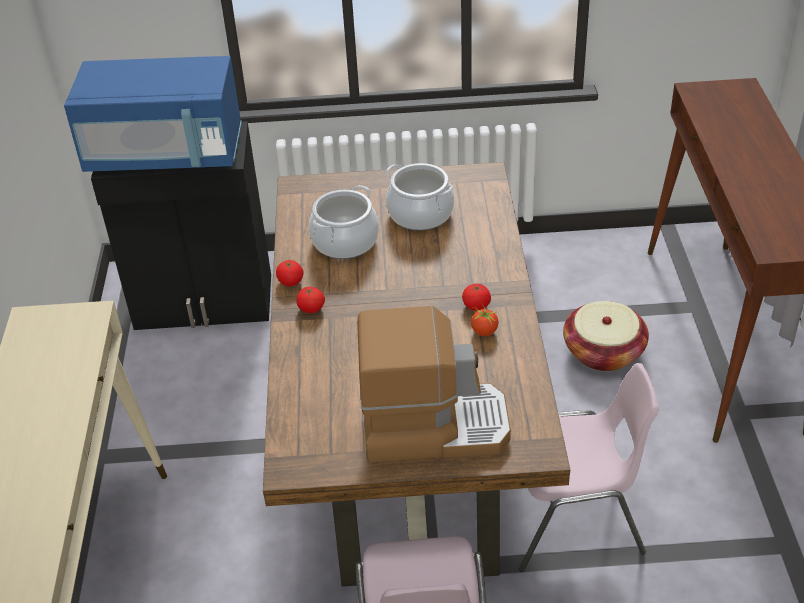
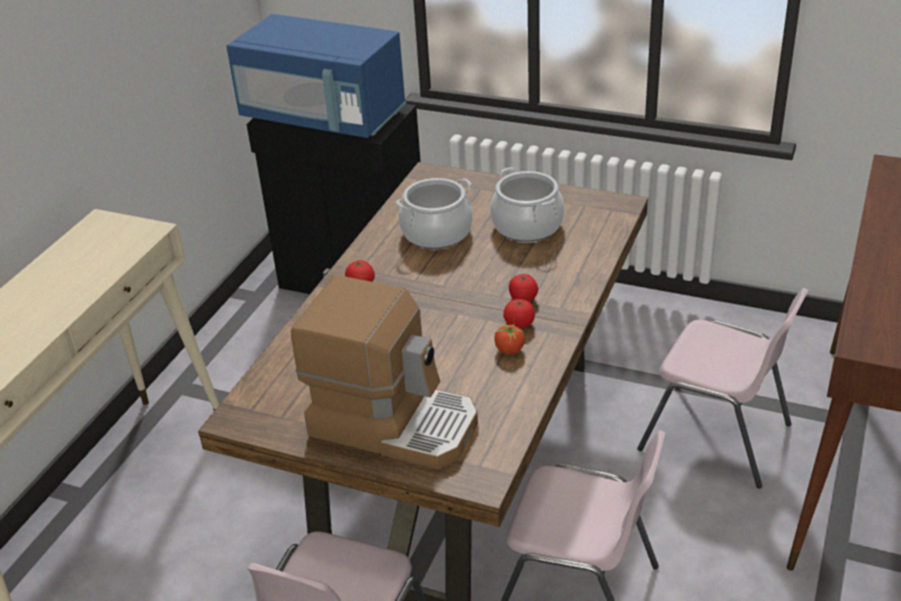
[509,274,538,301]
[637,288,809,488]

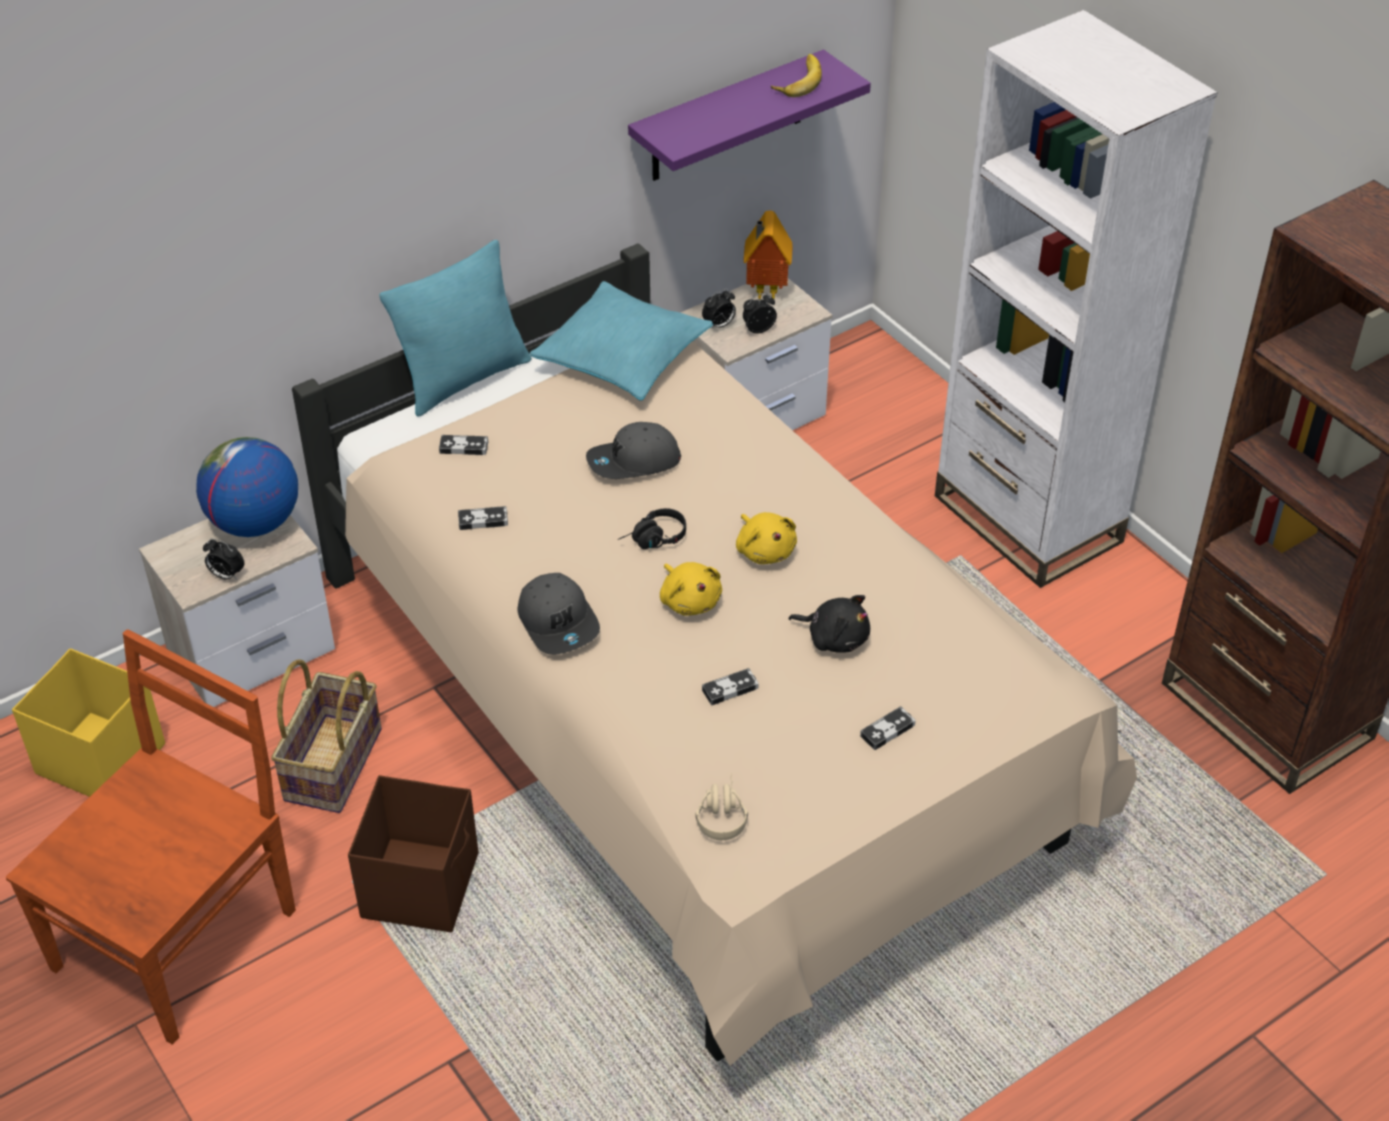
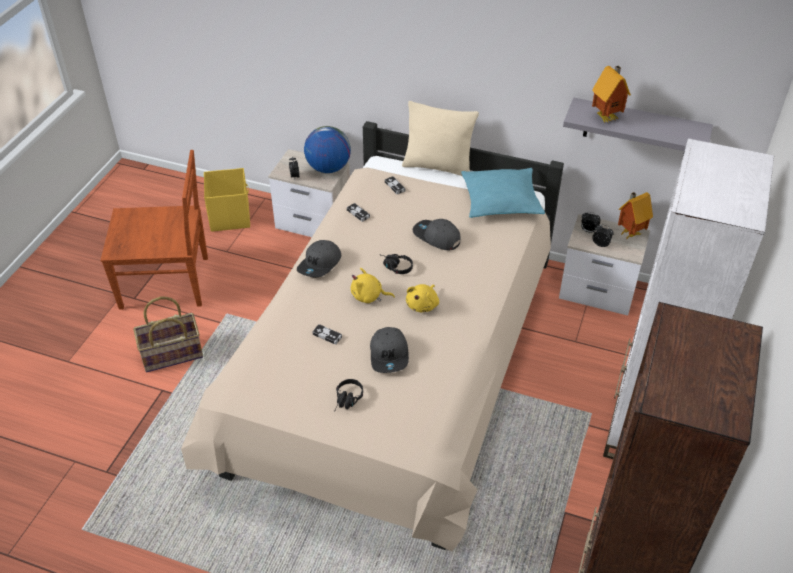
[348,775,478,933] (first image)
[695,773,748,840] (first image)
[771,54,822,97] (first image)
[592,65,631,123]
[133,297,203,372]
[370,327,409,373]
[334,379,363,412]
[402,101,479,176]
[563,98,713,155]
[351,268,395,303]

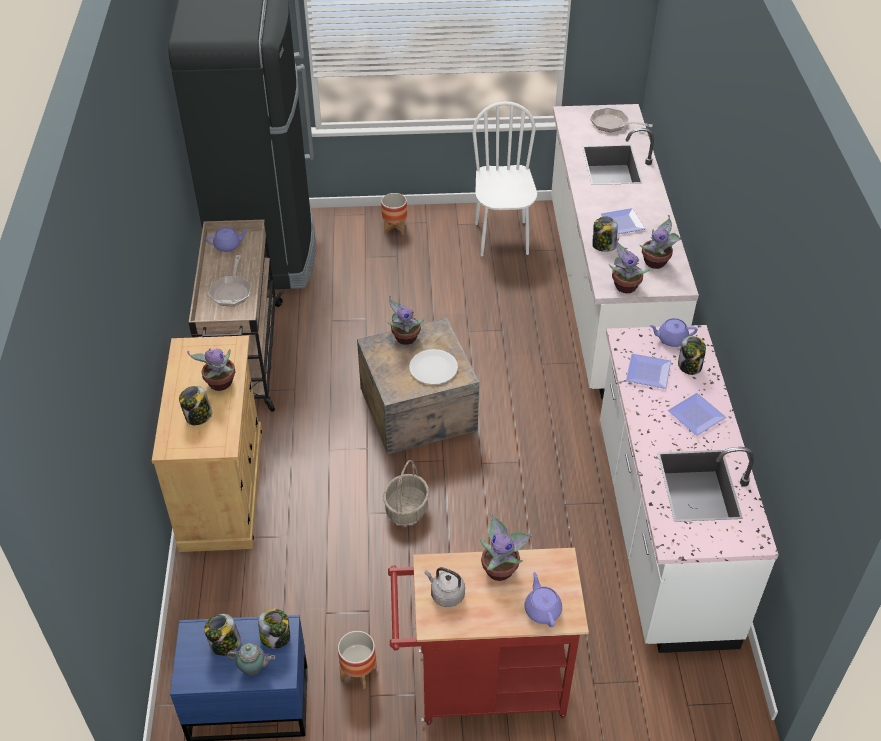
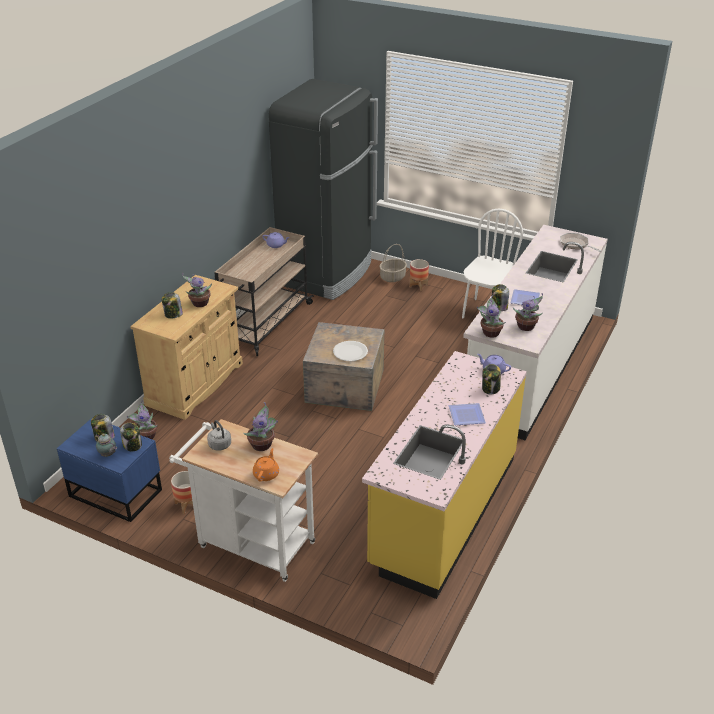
[208,255,252,306] (first image)
[626,353,671,389] (first image)
[379,244,407,282]
[127,400,158,439]
[169,419,318,582]
[253,448,279,481]
[362,351,527,599]

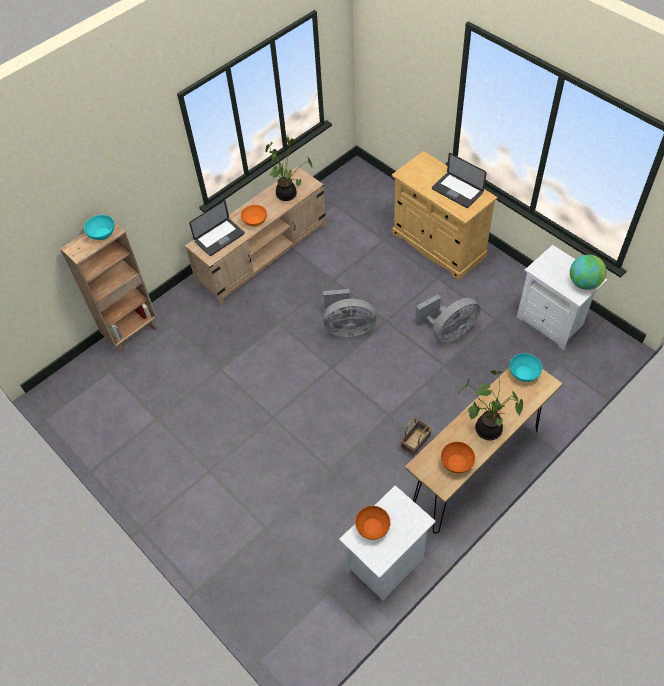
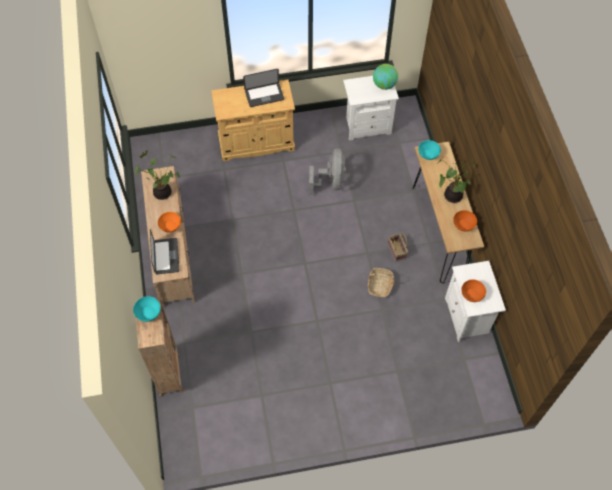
[323,289,377,337] (first image)
[368,268,395,297]

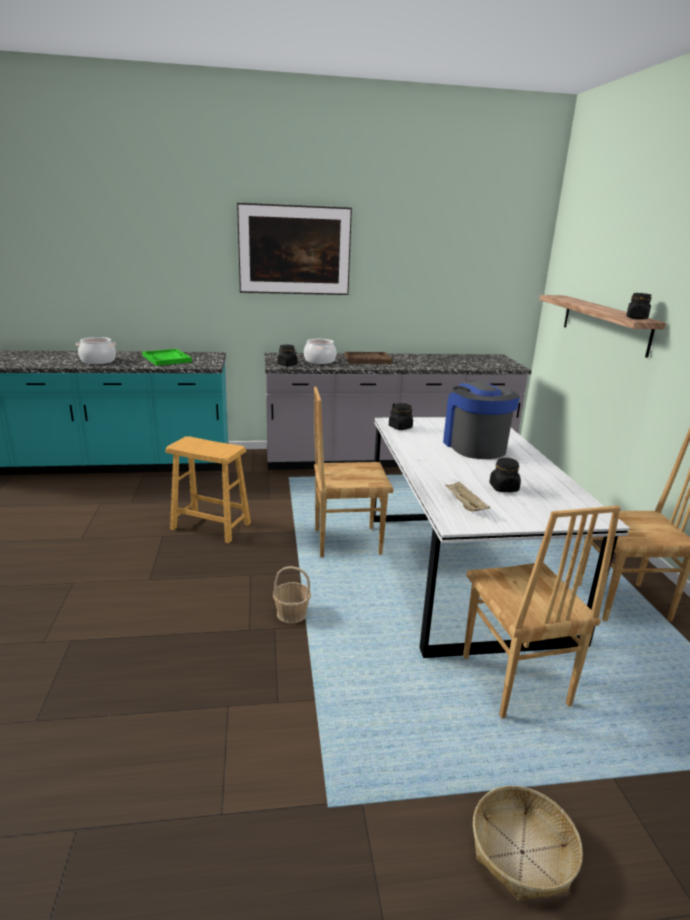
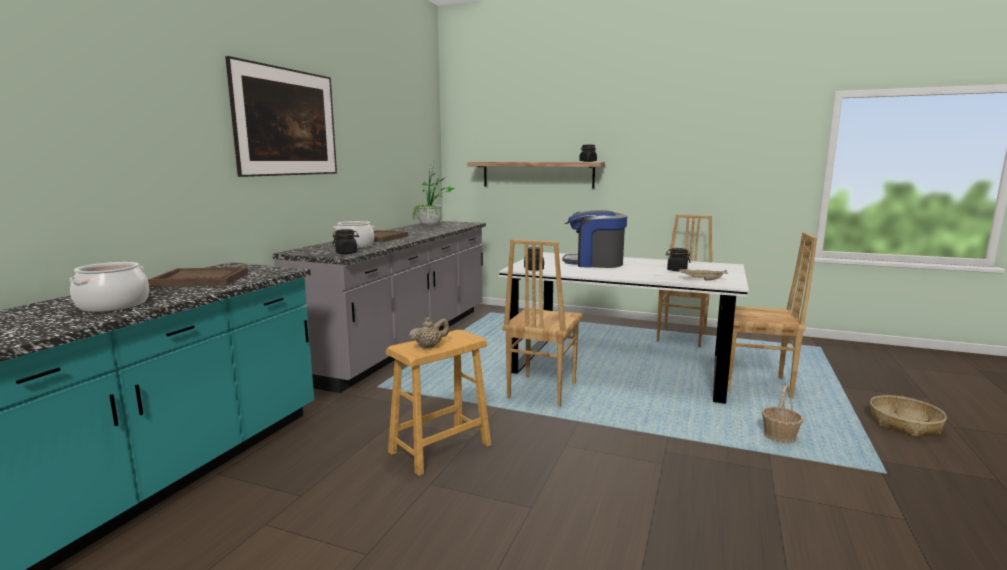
[409,317,449,349]
[412,162,455,226]
[762,385,803,444]
[148,267,248,287]

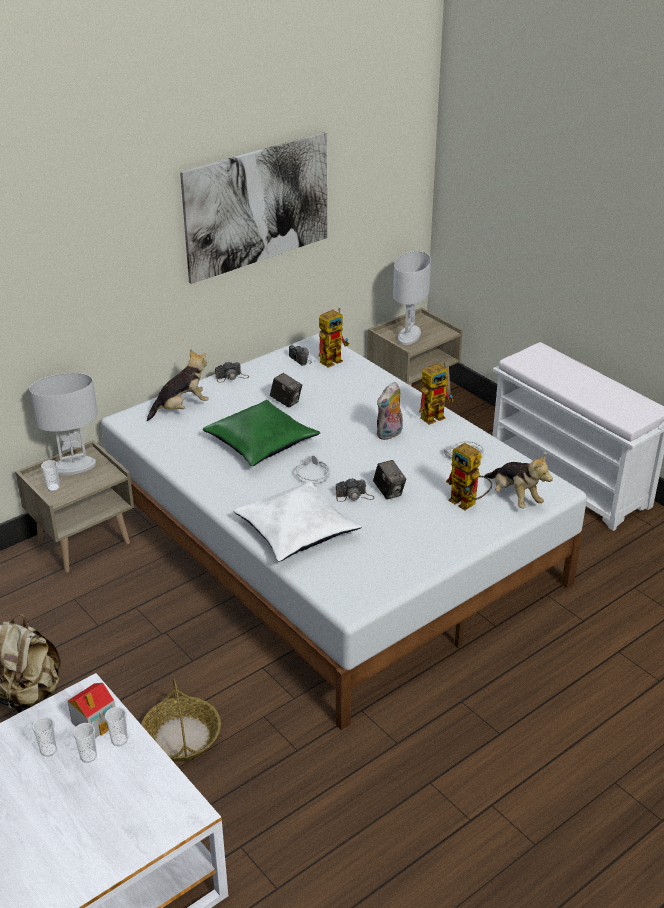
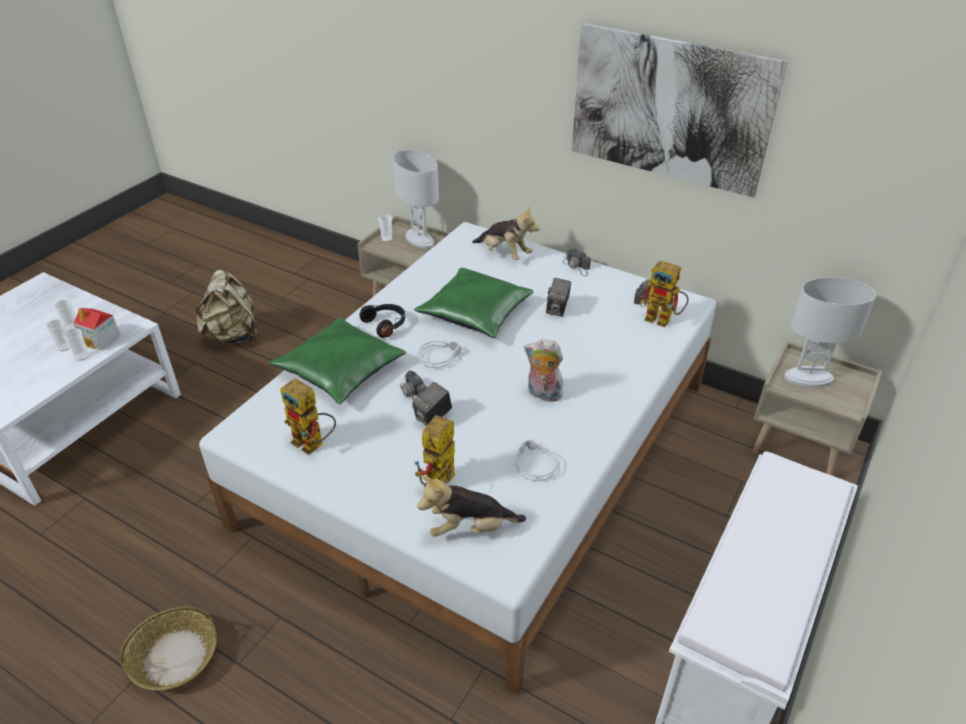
[359,304,405,338]
[120,607,217,691]
[280,378,336,455]
[269,318,406,404]
[418,476,526,536]

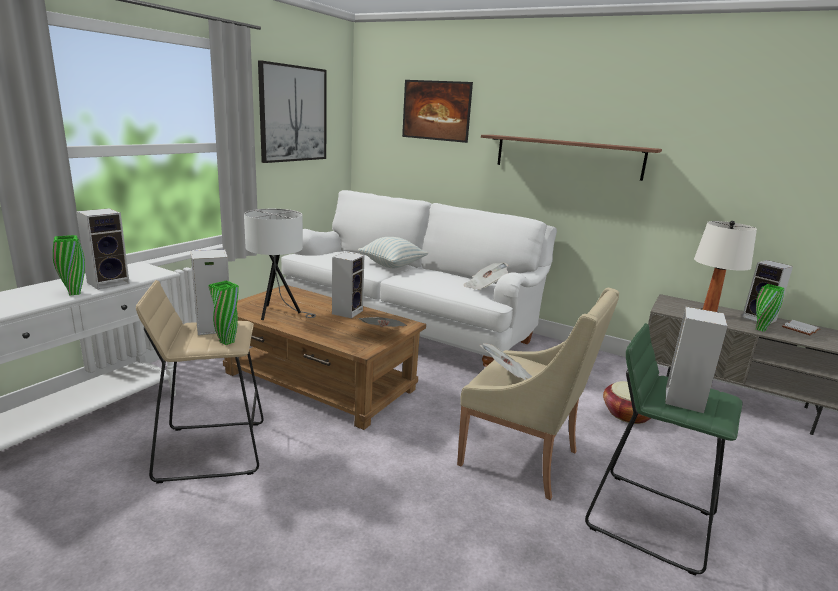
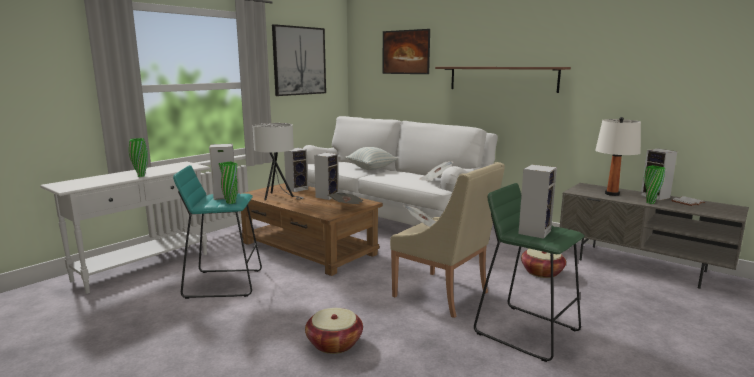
[305,308,363,354]
[284,148,308,192]
[173,165,262,299]

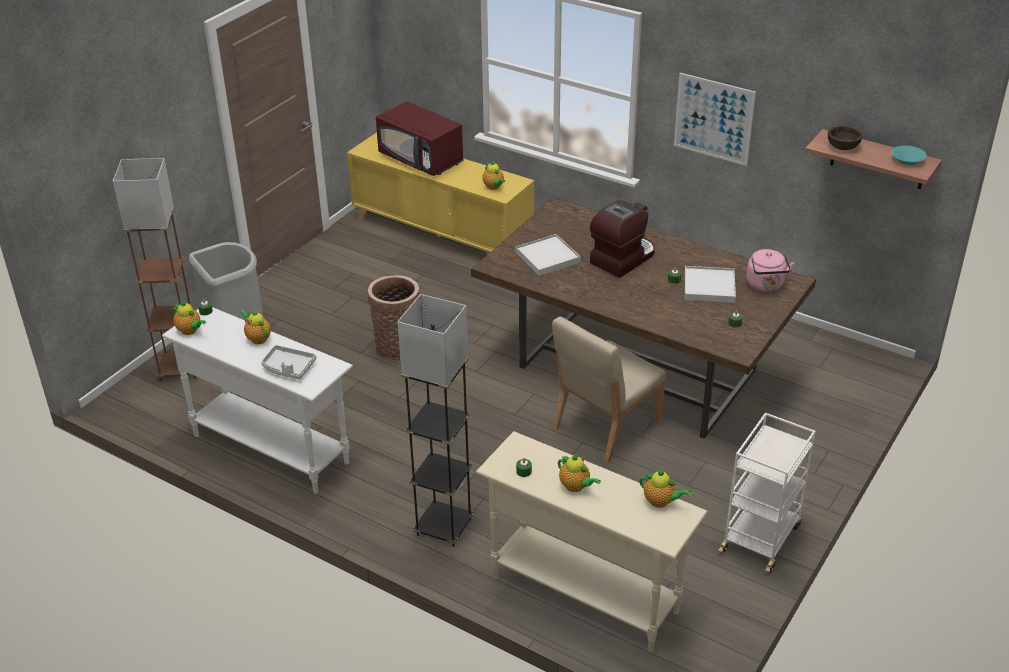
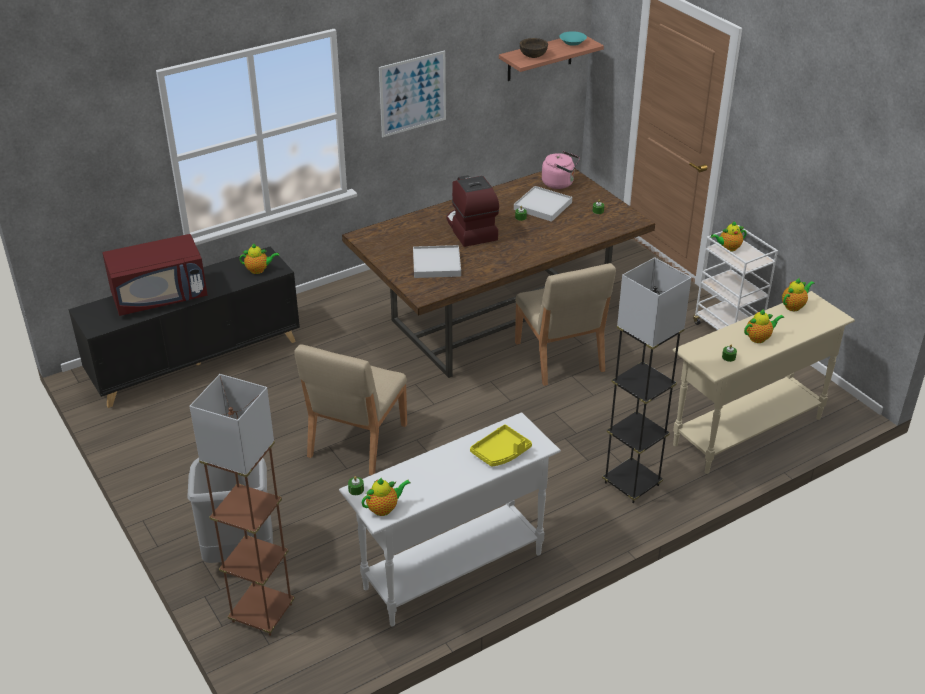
[711,221,747,252]
[294,344,407,475]
[470,424,532,466]
[68,247,300,408]

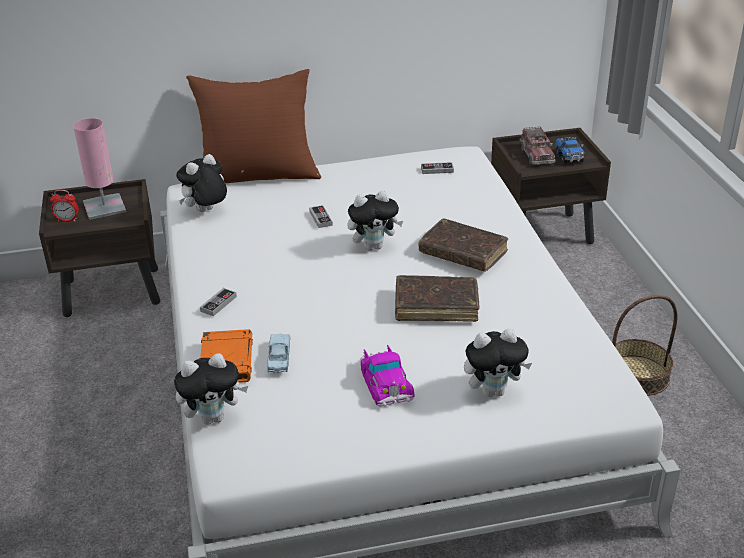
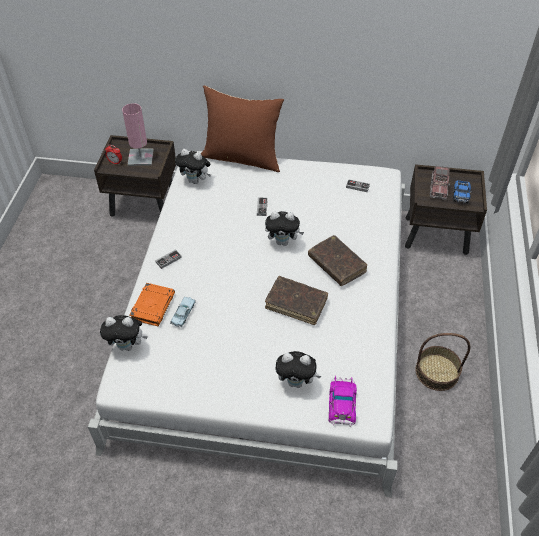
[329,376,357,427]
[175,149,211,184]

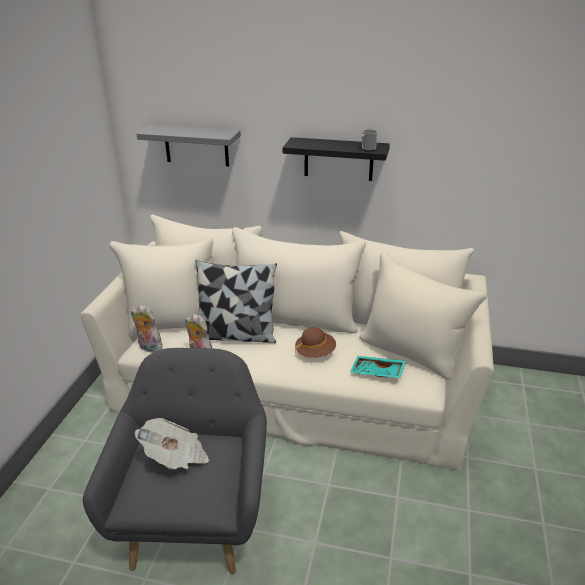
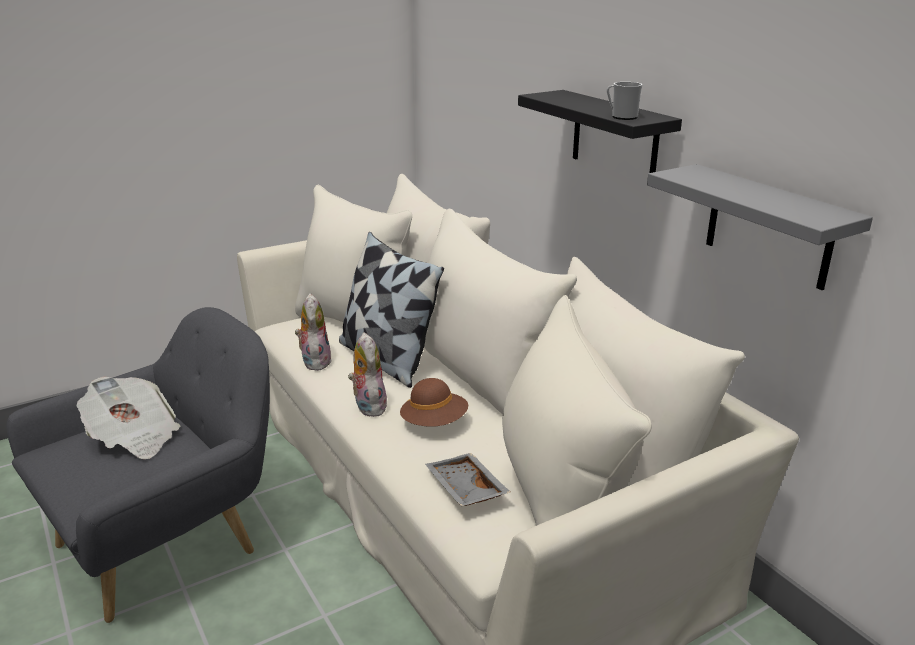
[348,332,387,417]
[647,164,873,290]
[425,453,510,506]

